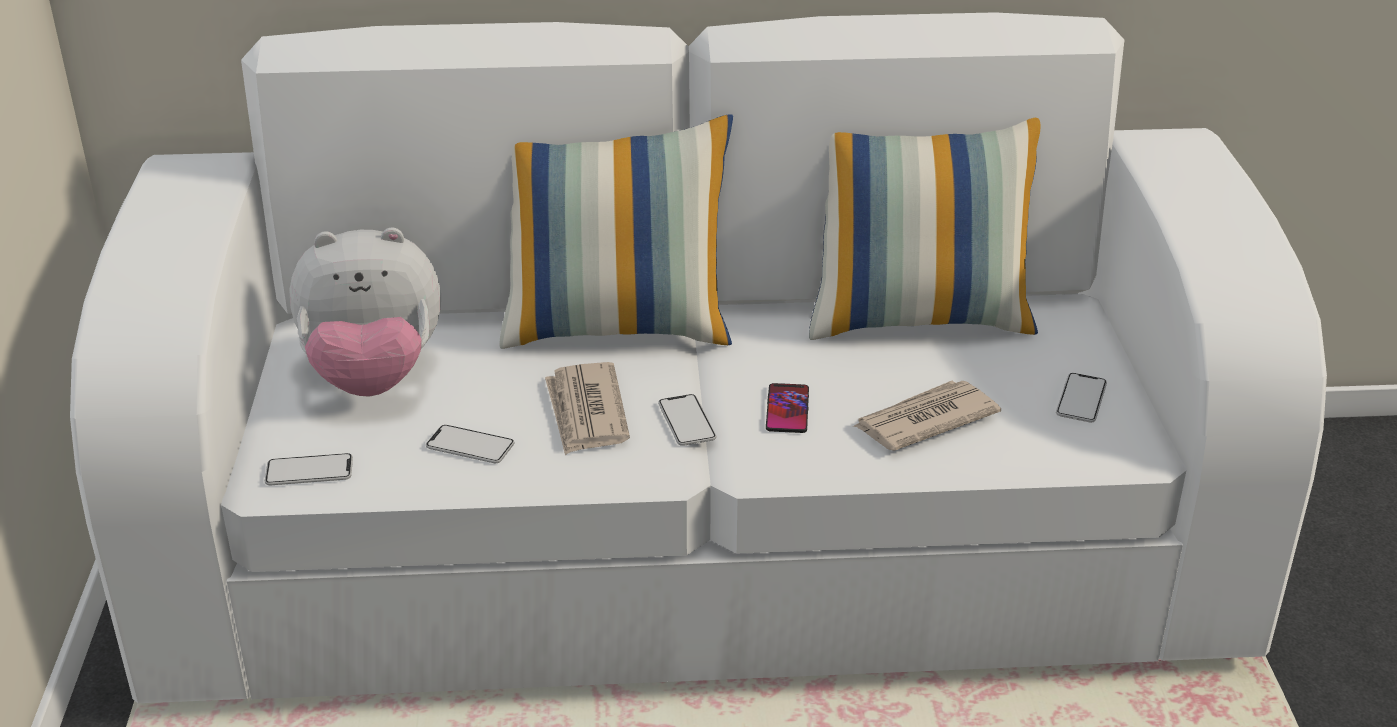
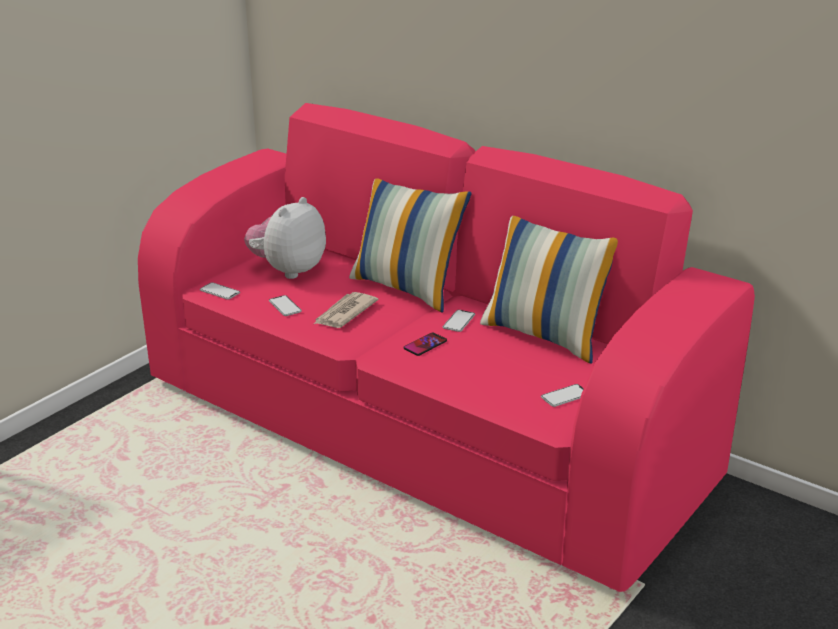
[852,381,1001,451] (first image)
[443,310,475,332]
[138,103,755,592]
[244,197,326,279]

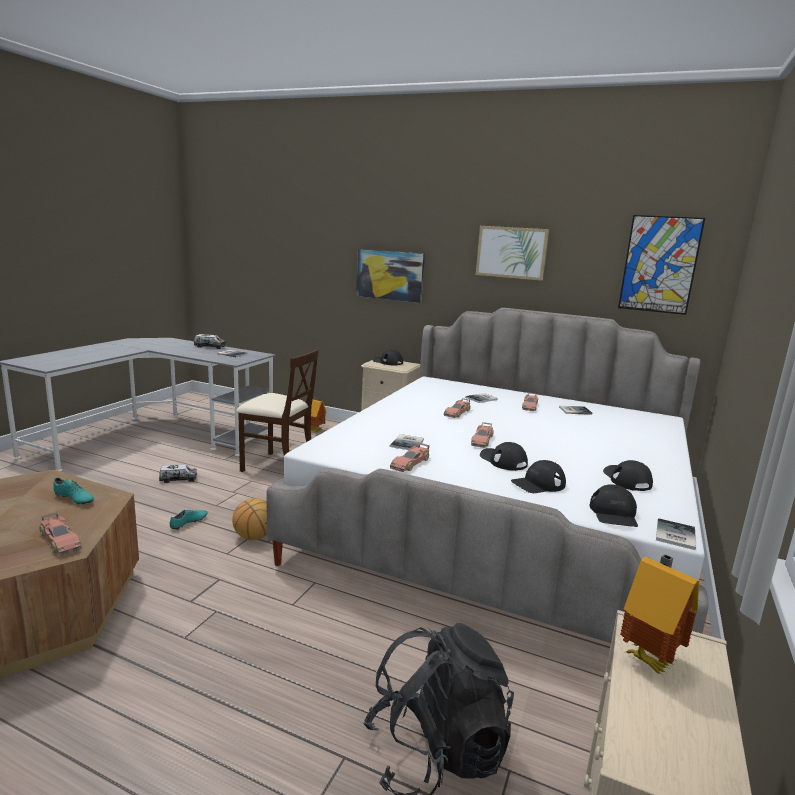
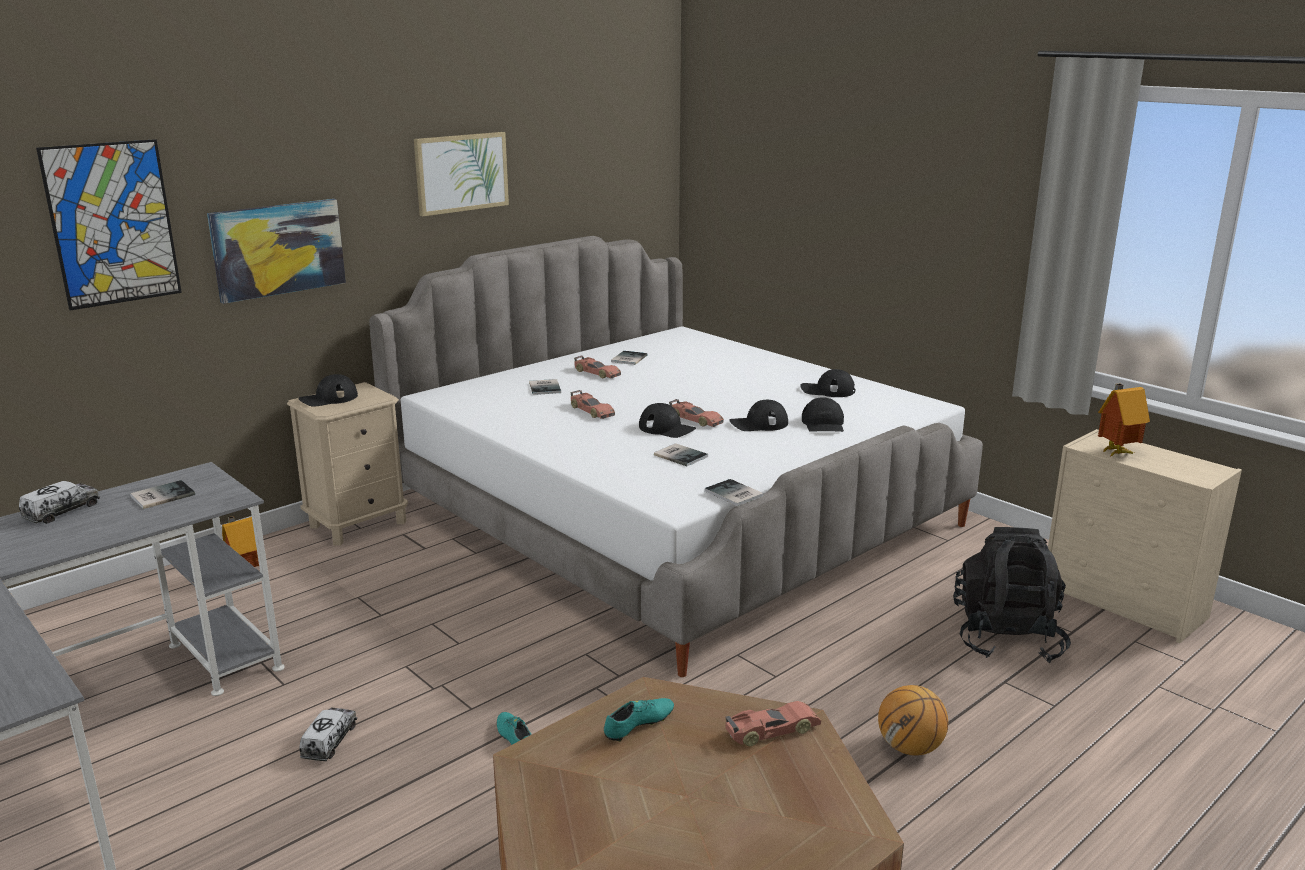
[236,349,319,472] (first image)
[390,443,429,472] (first image)
[878,685,948,756]
[639,403,696,438]
[36,139,182,310]
[705,479,764,506]

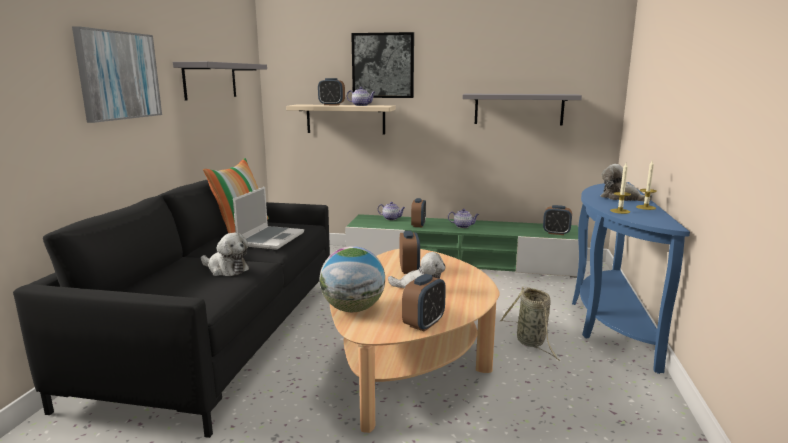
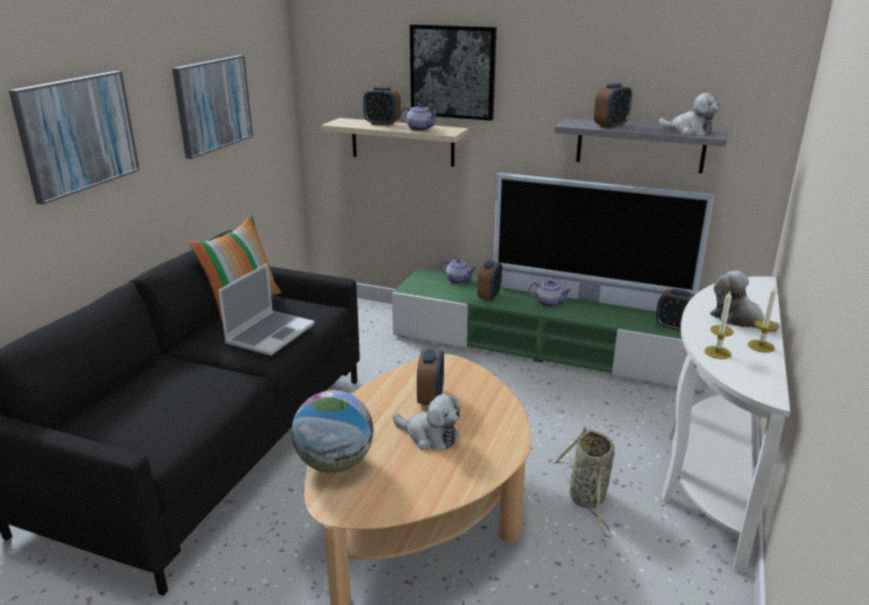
[494,173,715,311]
[659,93,719,136]
[594,83,632,129]
[172,55,253,159]
[661,276,790,573]

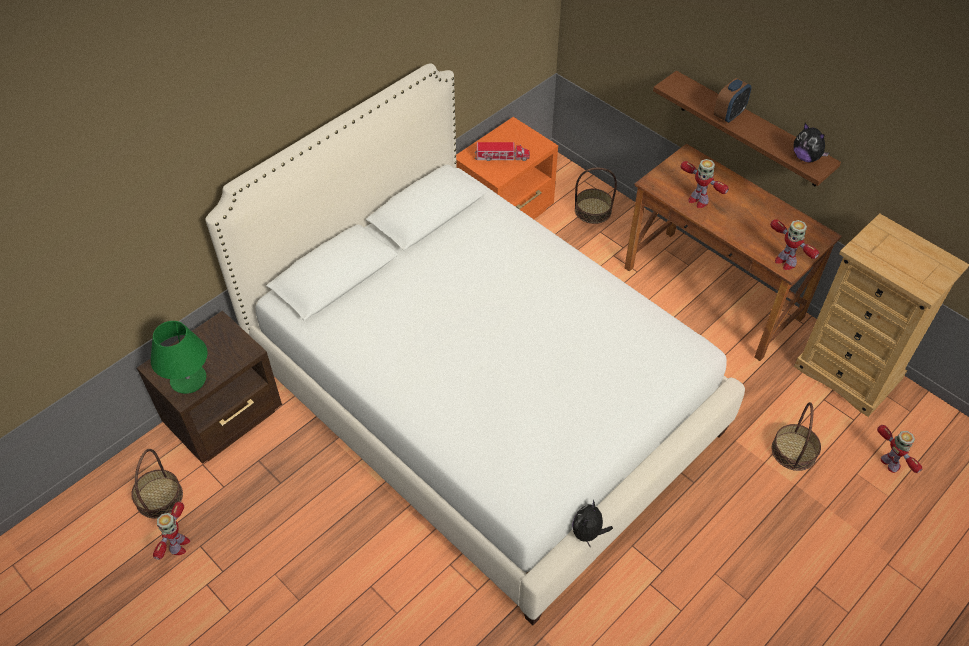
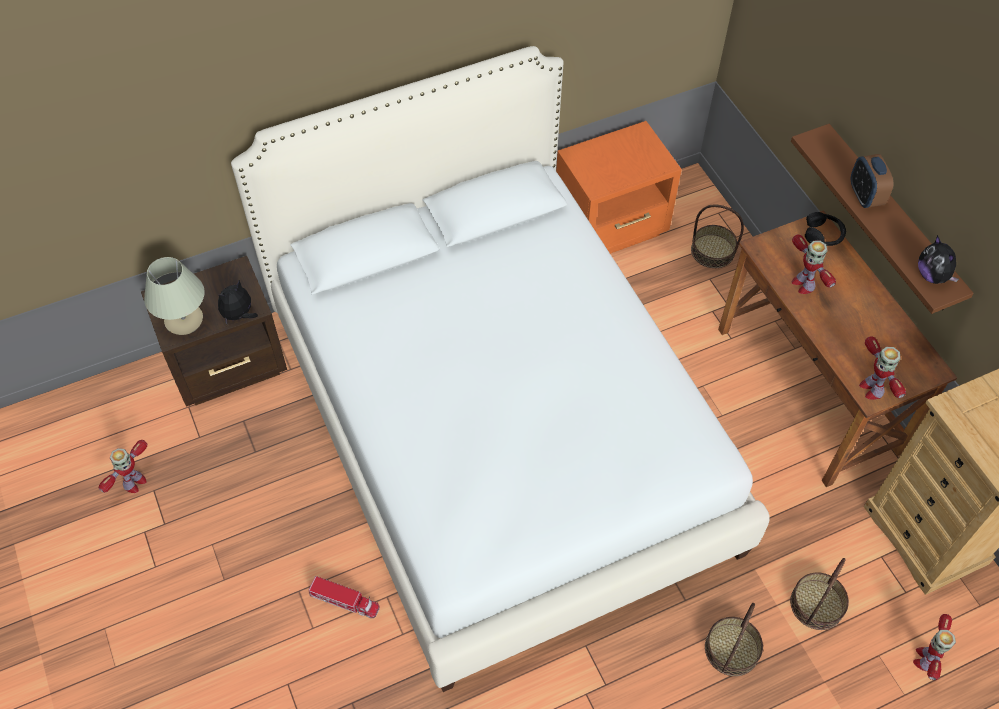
[805,212,846,246]
[705,603,763,676]
[309,576,380,618]
[218,280,258,324]
[144,257,205,335]
[851,154,893,208]
[913,614,956,680]

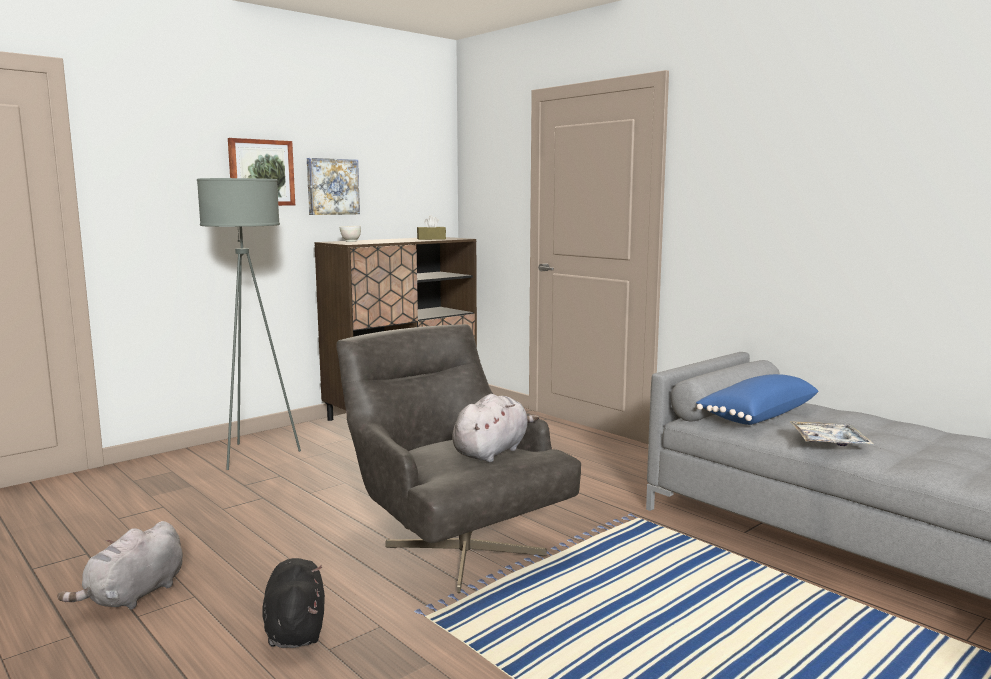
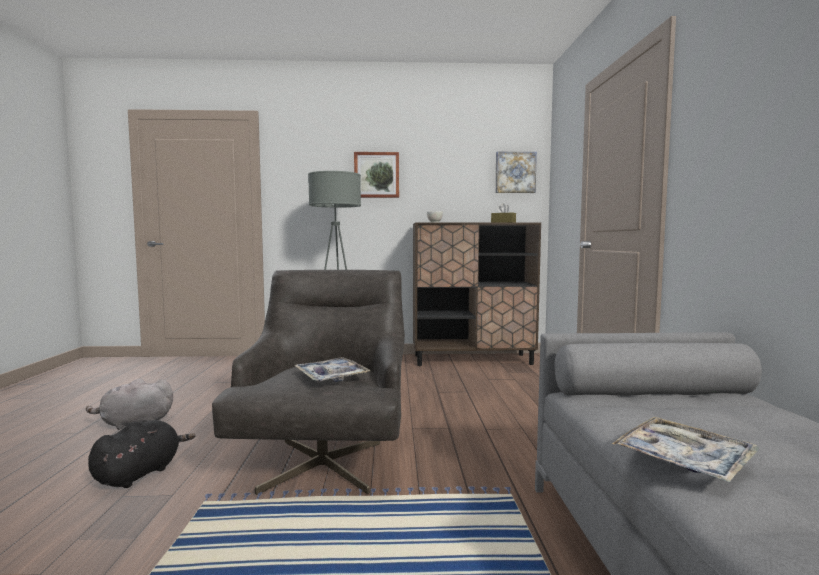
[696,374,819,425] (first image)
[495,152,537,193]
[295,357,371,382]

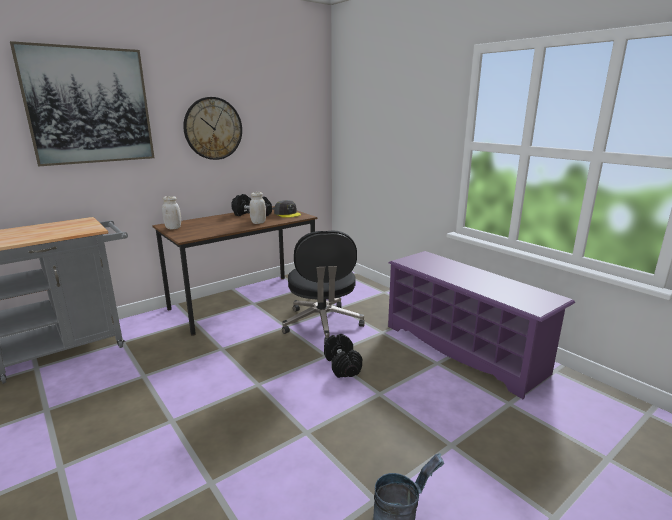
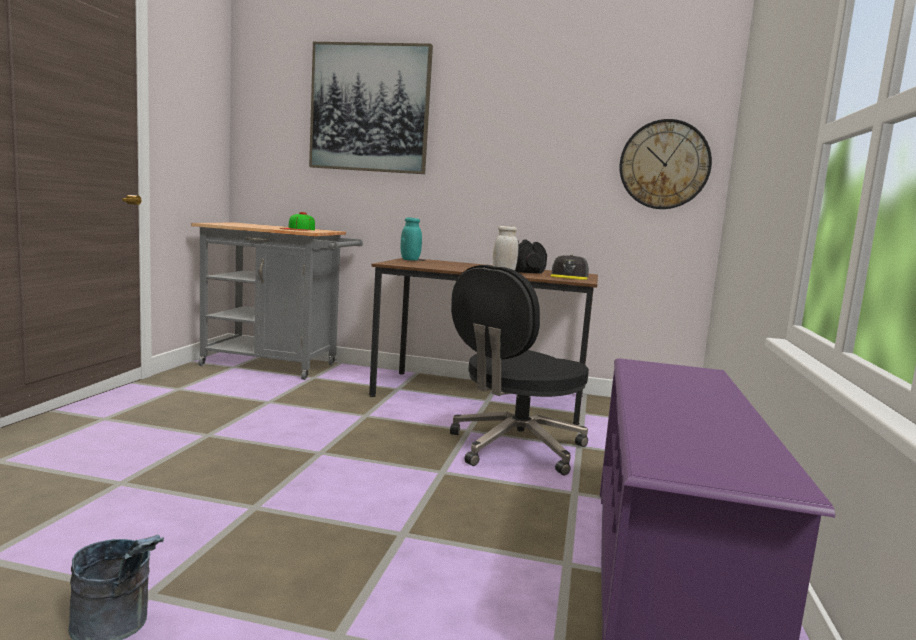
[324,334,362,378] (first image)
[280,212,315,231]
[620,119,712,209]
[401,217,422,261]

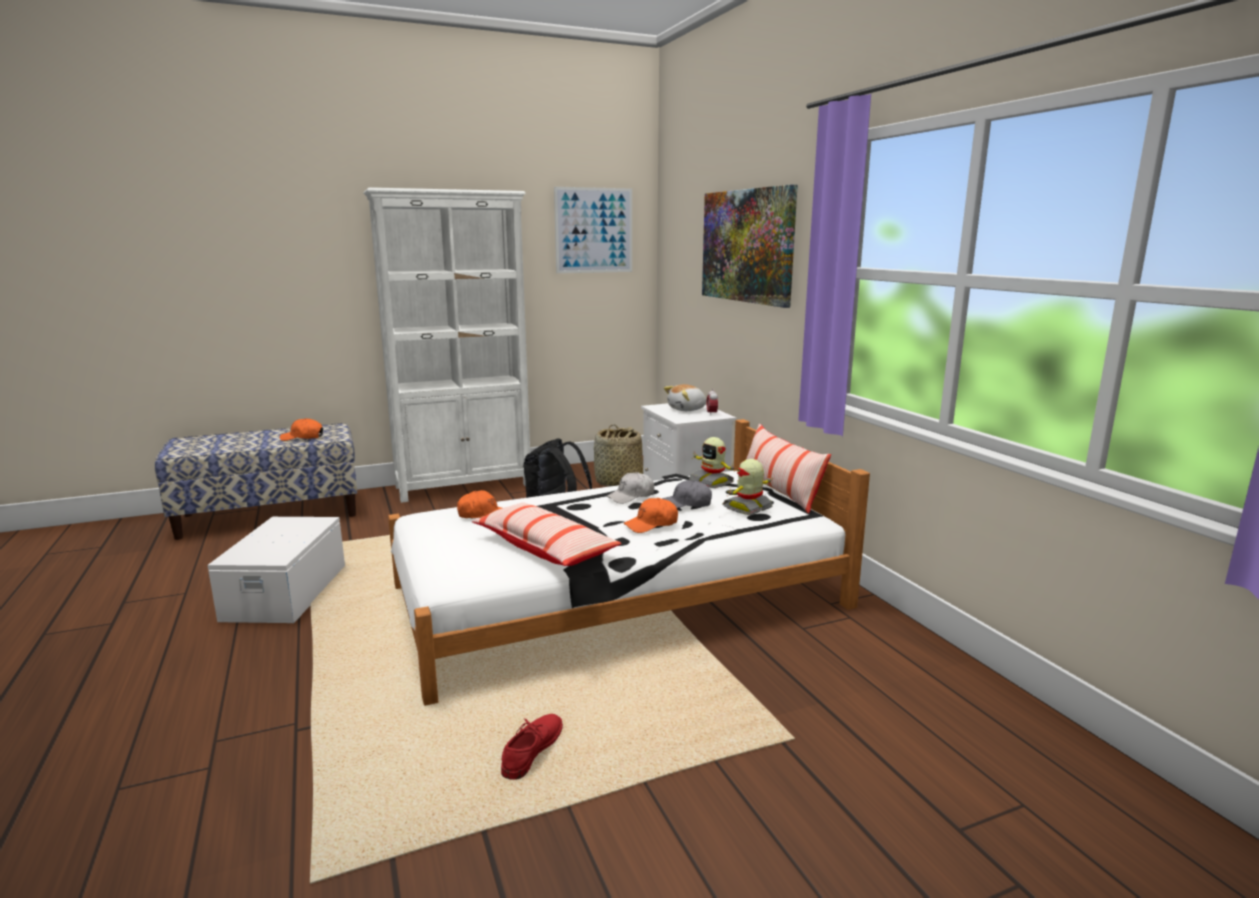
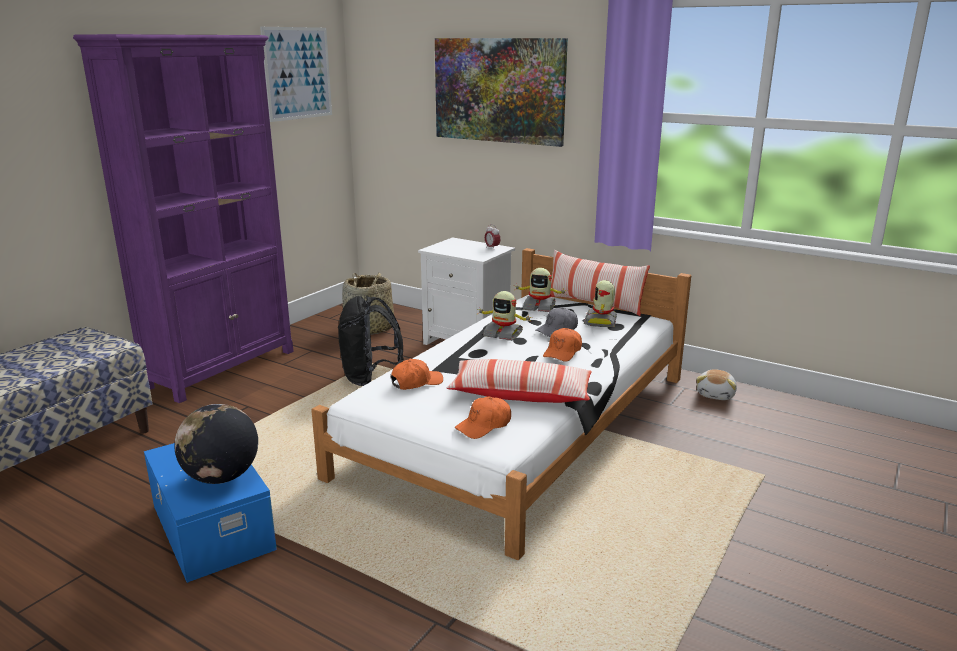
[501,714,563,780] (first image)
[174,404,258,484]
[455,396,511,439]
[696,369,737,400]
[479,291,531,341]
[144,443,277,583]
[73,34,294,403]

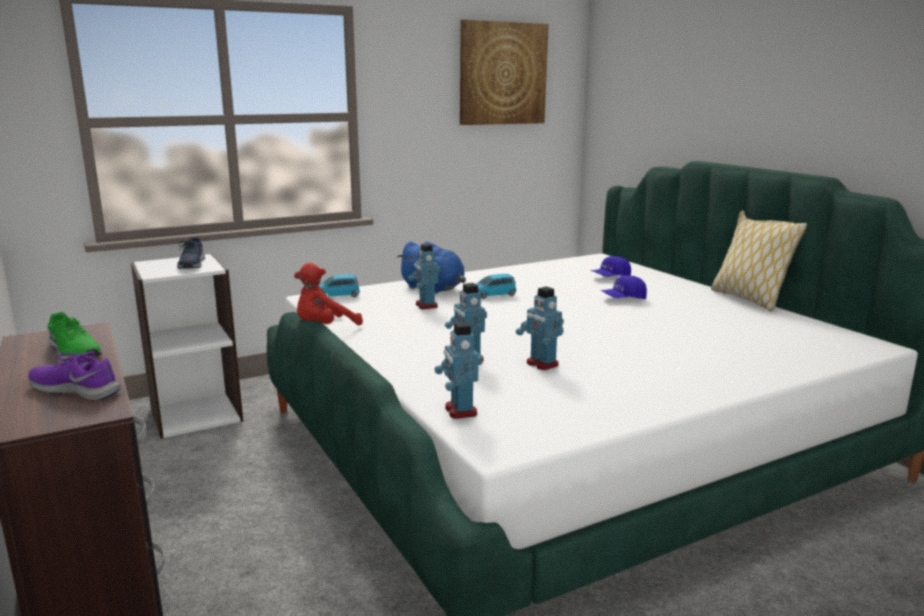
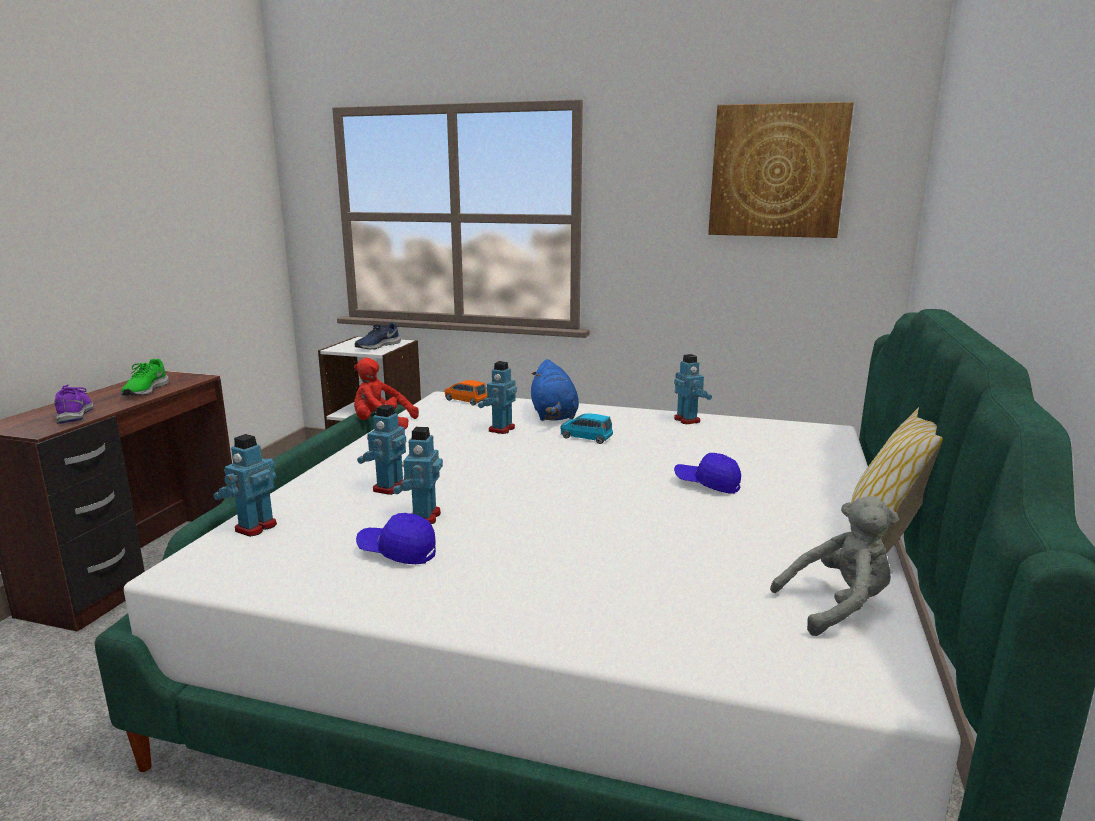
[674,354,712,424]
[770,496,899,636]
[356,513,436,564]
[444,380,487,406]

